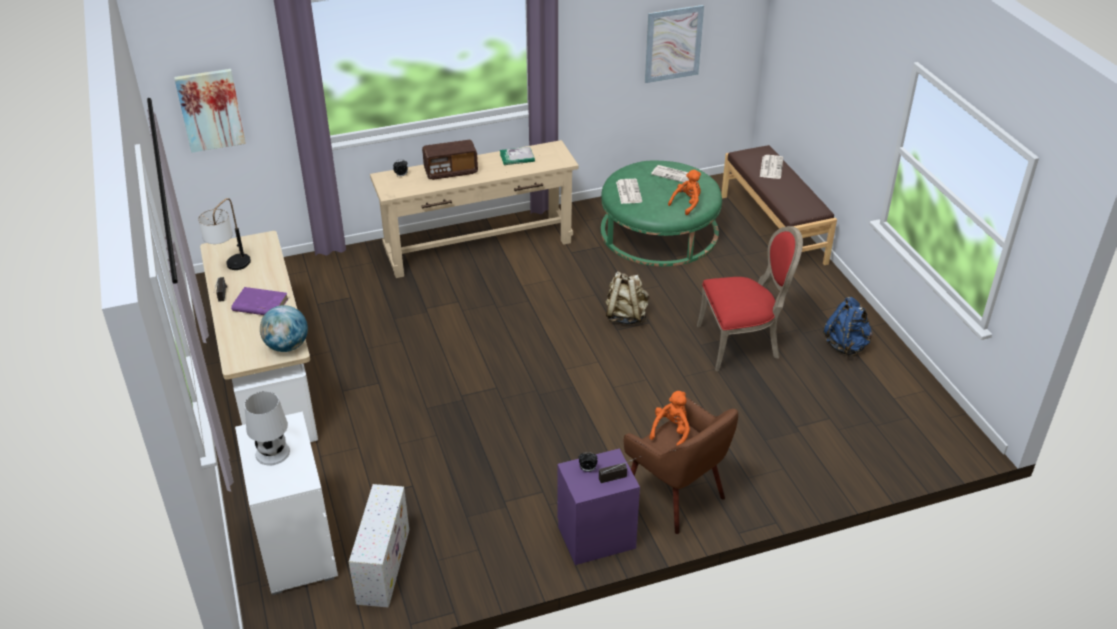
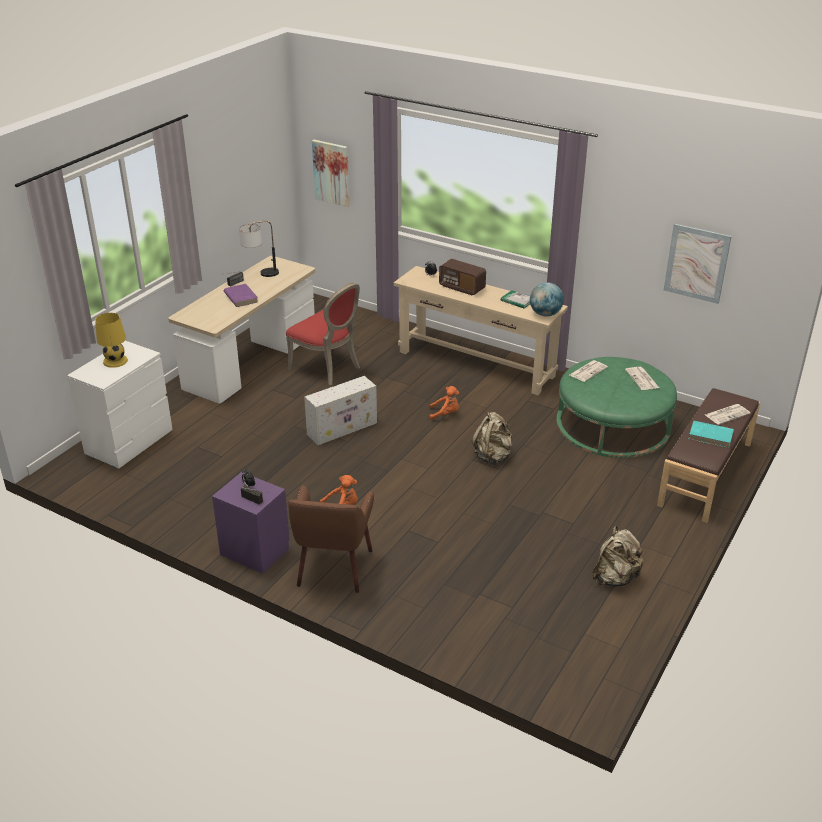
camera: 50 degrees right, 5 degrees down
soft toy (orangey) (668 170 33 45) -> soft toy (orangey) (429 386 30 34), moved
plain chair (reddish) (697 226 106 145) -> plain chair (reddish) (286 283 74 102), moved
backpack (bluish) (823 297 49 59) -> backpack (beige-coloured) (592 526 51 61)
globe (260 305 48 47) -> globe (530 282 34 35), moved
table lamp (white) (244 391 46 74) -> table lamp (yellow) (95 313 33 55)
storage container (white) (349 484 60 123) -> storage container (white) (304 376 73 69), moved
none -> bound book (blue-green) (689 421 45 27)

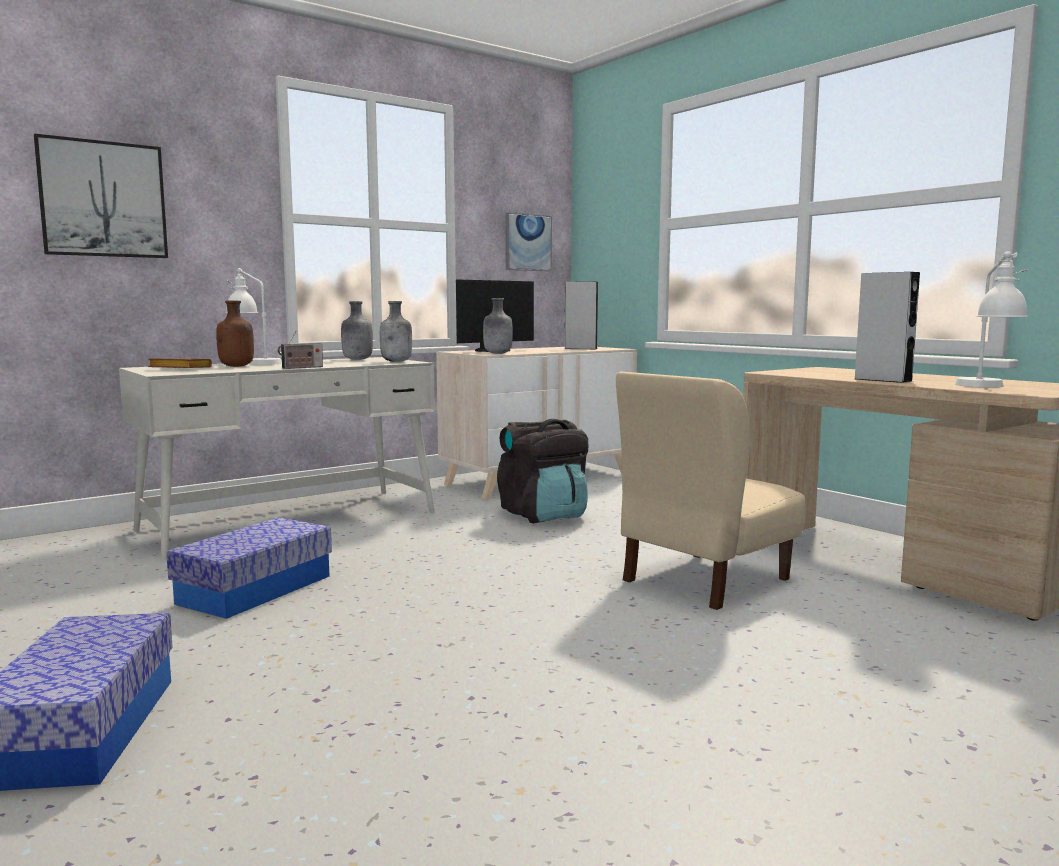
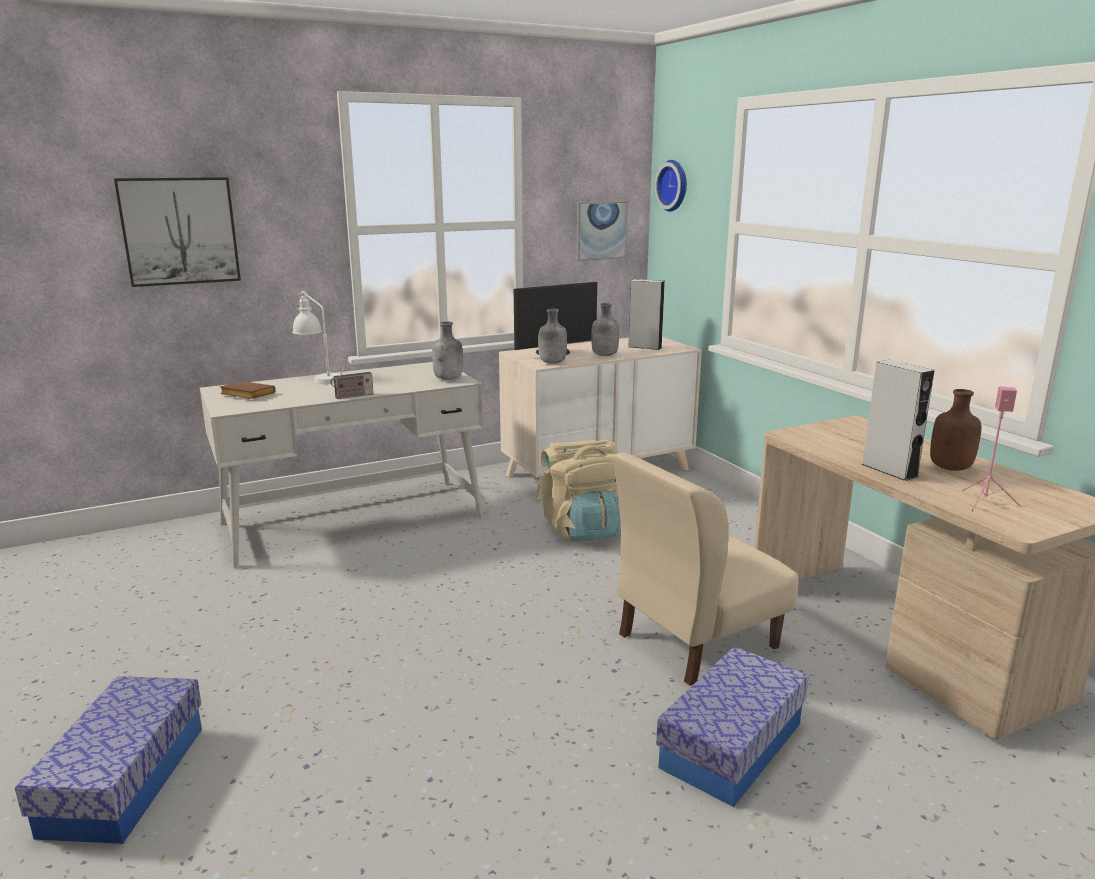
camera: 10 degrees right, 10 degrees up
table lamp (white) (955 251 73 137) -> audio speaker (pink) (962 386 59 126)
drink bottle (brownish) (216 301 38 66) -> drink bottle (brownish) (930 389 51 82), moved
drink bottle (gray) (341 301 32 59) -> drink bottle (gray) (591 303 28 53), moved
backpack (black) (497 419 91 104) -> backpack (beige-coloured) (541 440 80 102)
storage container (166 517 166 102) -> storage container (656 646 153 161), moved
none -> hanging clock (654 160 33 52)

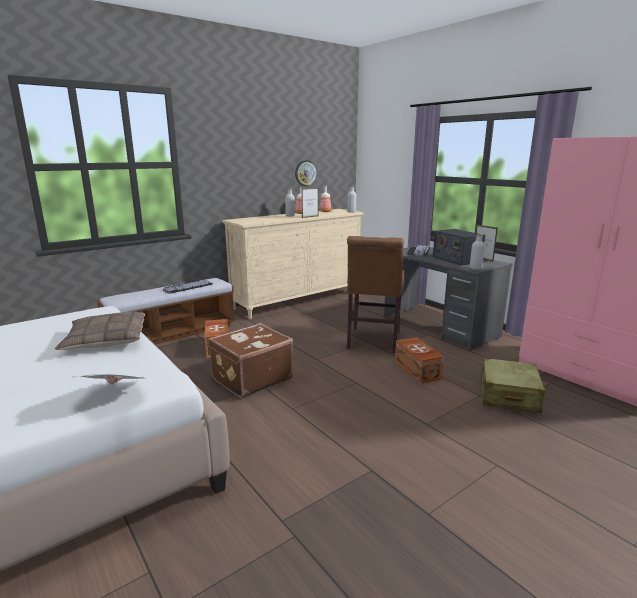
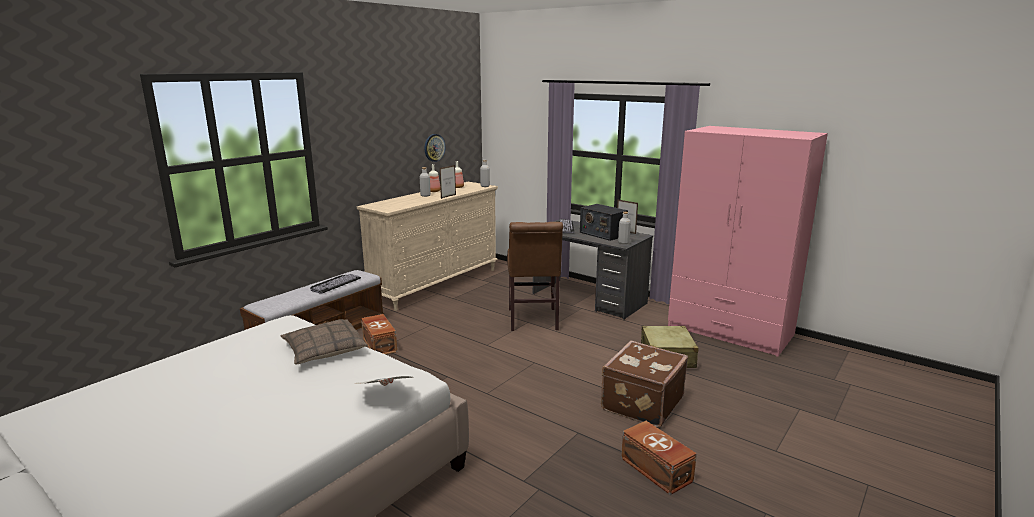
camera: 15 degrees left, 0 degrees up
piece of luggage (brownish) (208 323 85 75) -> piece of luggage (brownish) (601 341 87 87), moved
storage container (brownish) (395 337 49 47) -> storage container (brownish) (621 421 76 74), moved

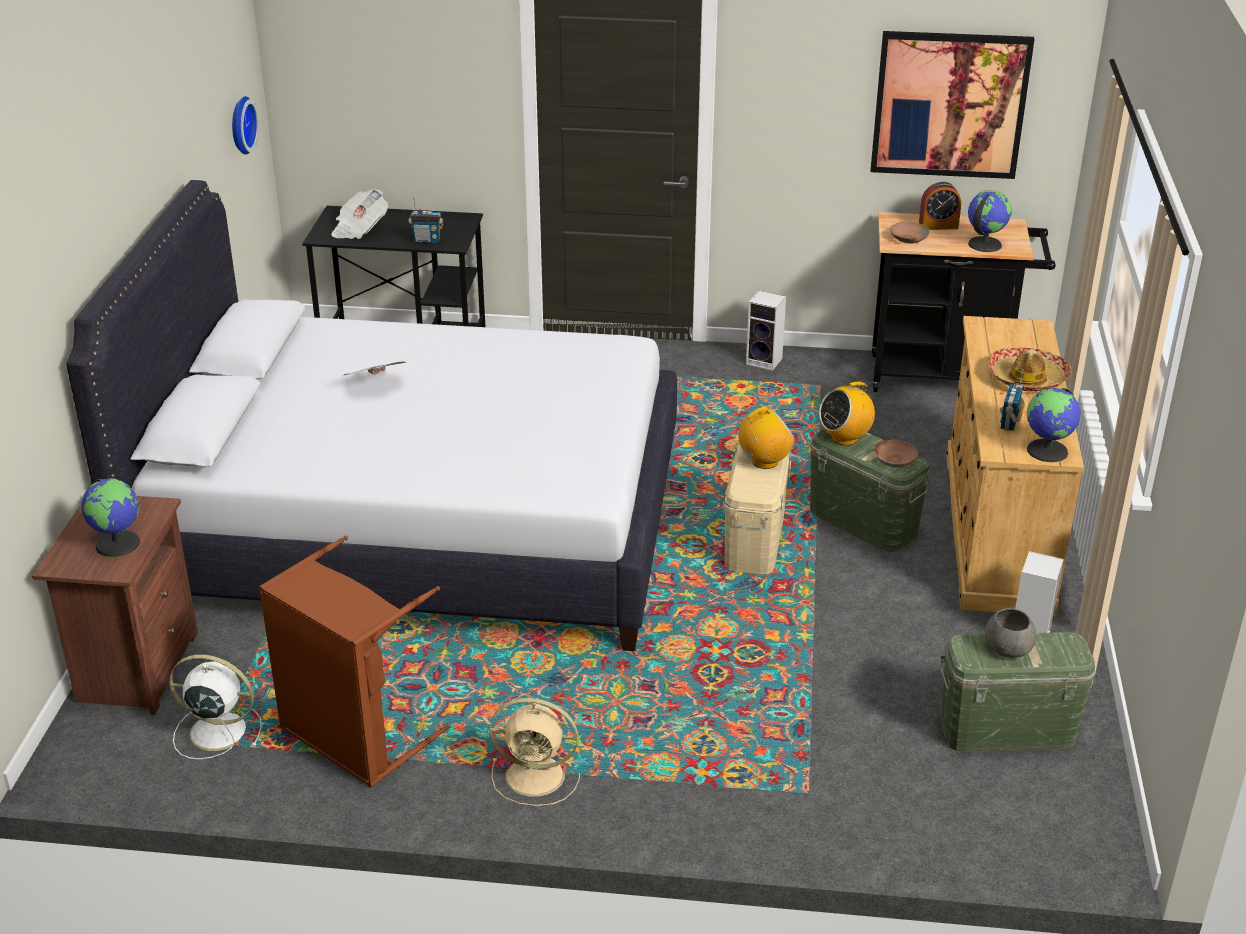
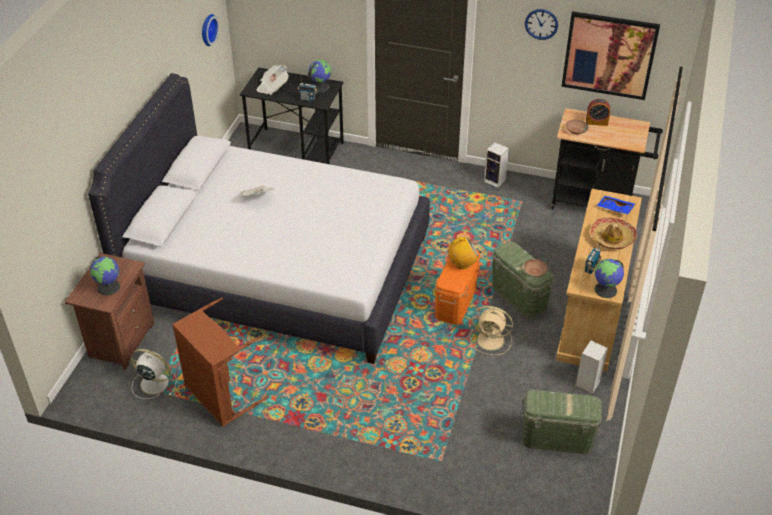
camera: 10 degrees right, 10 degrees up
globe (968 190 44 62) -> globe (308 60 23 32), moved
radio set (819 381 56 65) -> none
storage container (beige-coloured) (723 443 68 131) -> storage container (orangey) (435 250 46 75)
deep dish (gray) (985 608 52 50) -> none
electric fan (beige-coloured) (489 698 91 108) -> electric fan (beige-coloured) (470 306 43 49), moved
none -> hanging clock (525 9 33 31)
none -> serving tray (bluish) (597 196 38 18)

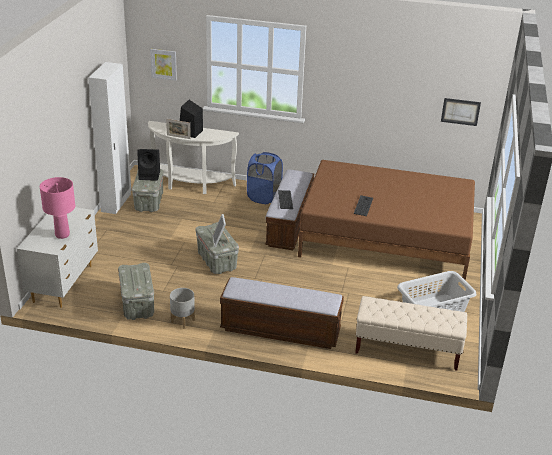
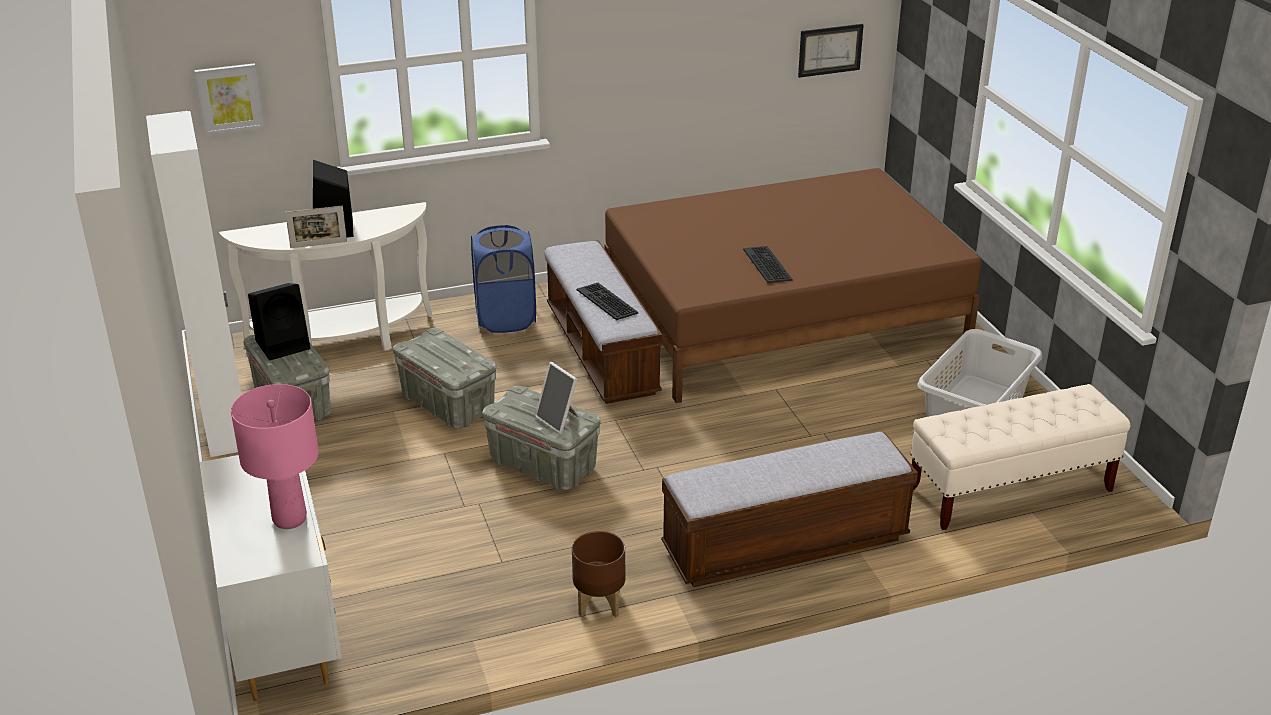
camera: 30 degrees left, 0 degrees up
storage container (gray) (118 263 36 57) -> storage container (gray) (393 328 103 101), moved
planter (gray) (170 288 25 41) -> planter (brownish) (572 531 53 86)

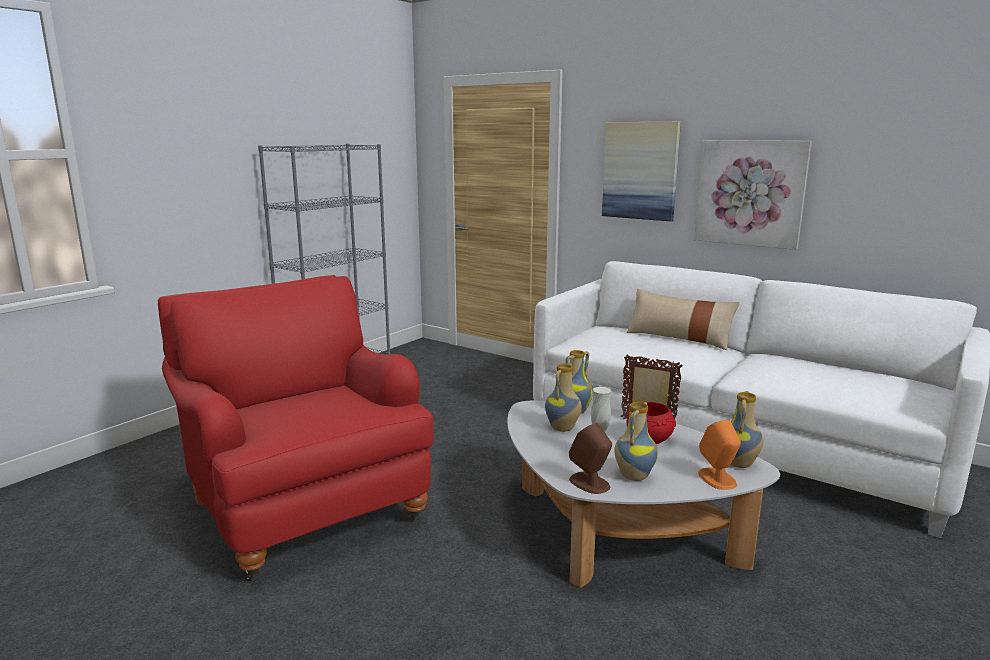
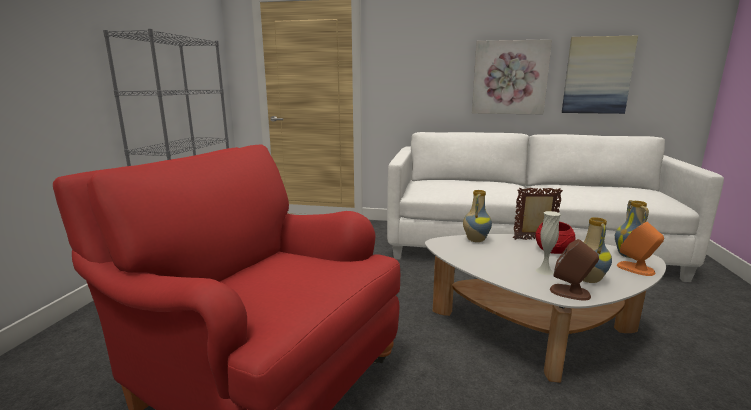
camera: 25 degrees left, 0 degrees up
picture (602 122 79 99) -> picture (562 36 76 78), moved
cushion (beige-coloured) (626 289 114 61) -> none
decorative vase (545 363 37 69) -> none

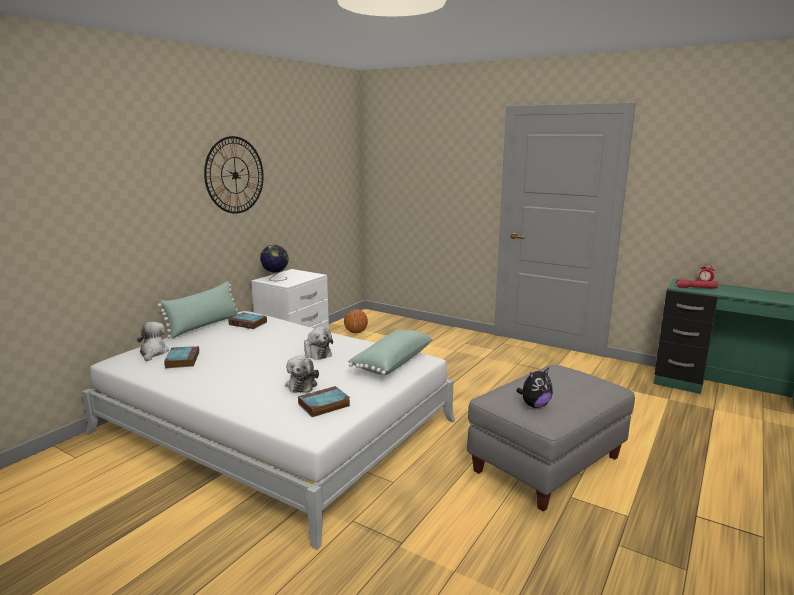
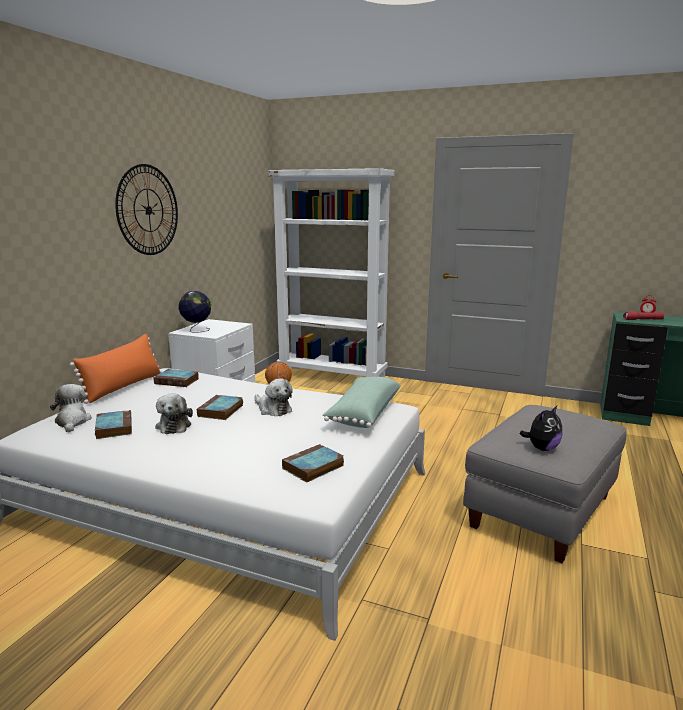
camera: 10 degrees left, 0 degrees up
cushion (greenish) (157 281 83 57) -> cushion (orangey) (70 334 92 70)
soft toy (285 356 34 37) -> soft toy (155 394 38 40), moved
none -> bookcase (white) (268 168 127 209)
none -> bound book (197 395 46 25)

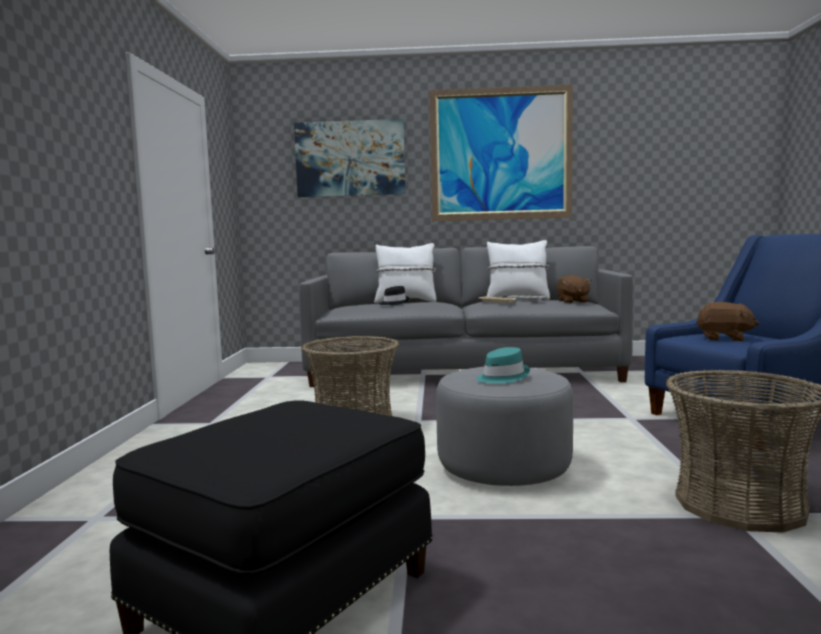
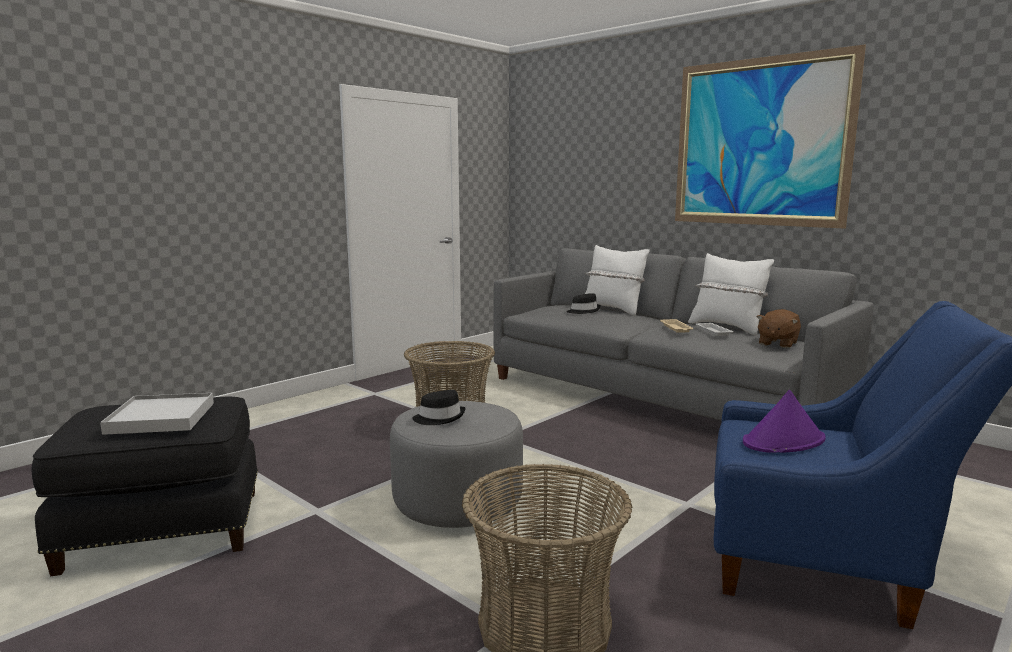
camera: 40 degrees right, 5 degrees up
picture (294 119 112 78) -> none
soft toy (brownish) (696 302 63 40) -> wearable hat (purplish) (743 390 83 63)
wearable hat (blue-green) (476 347 54 36) -> wearable hat (black) (412 390 54 35)
none -> serving tray (white) (100 393 114 42)

